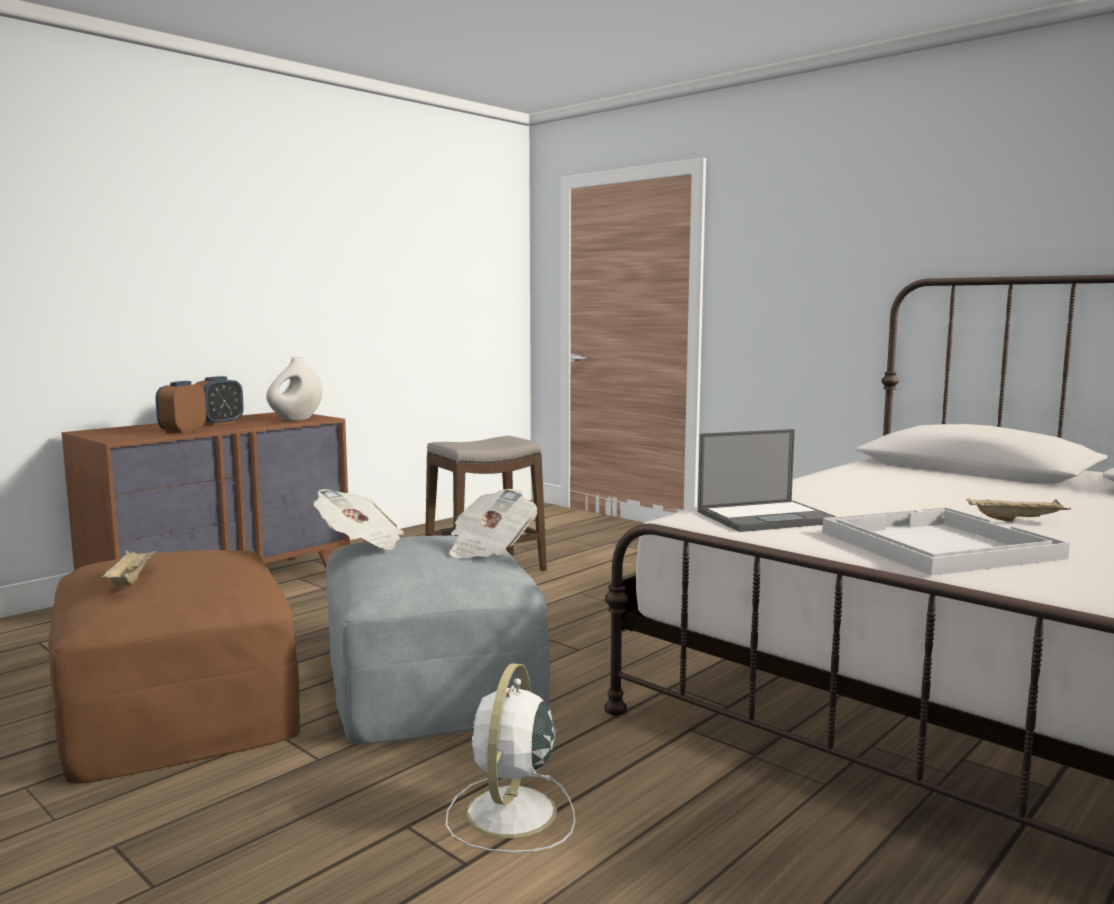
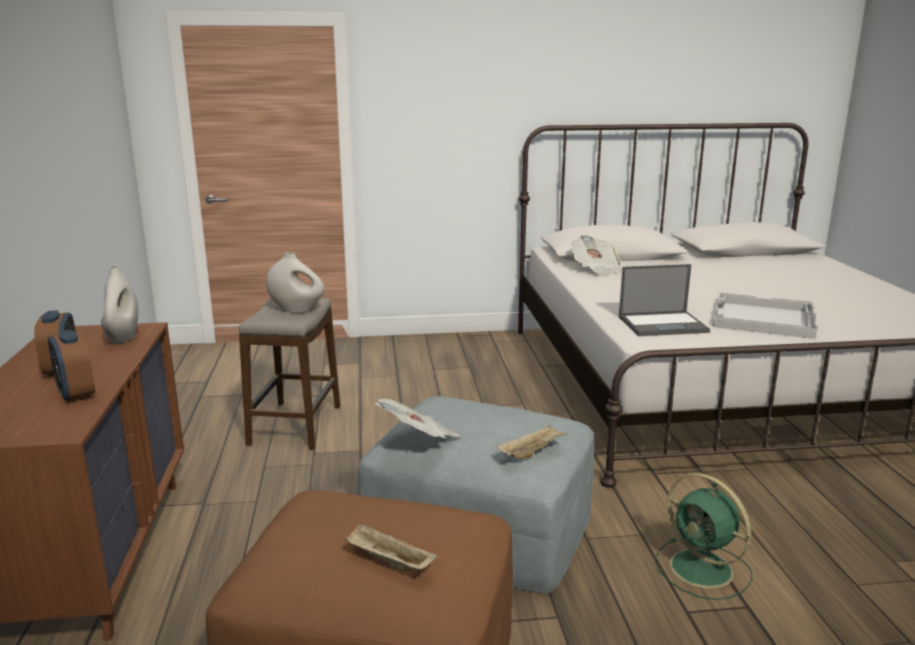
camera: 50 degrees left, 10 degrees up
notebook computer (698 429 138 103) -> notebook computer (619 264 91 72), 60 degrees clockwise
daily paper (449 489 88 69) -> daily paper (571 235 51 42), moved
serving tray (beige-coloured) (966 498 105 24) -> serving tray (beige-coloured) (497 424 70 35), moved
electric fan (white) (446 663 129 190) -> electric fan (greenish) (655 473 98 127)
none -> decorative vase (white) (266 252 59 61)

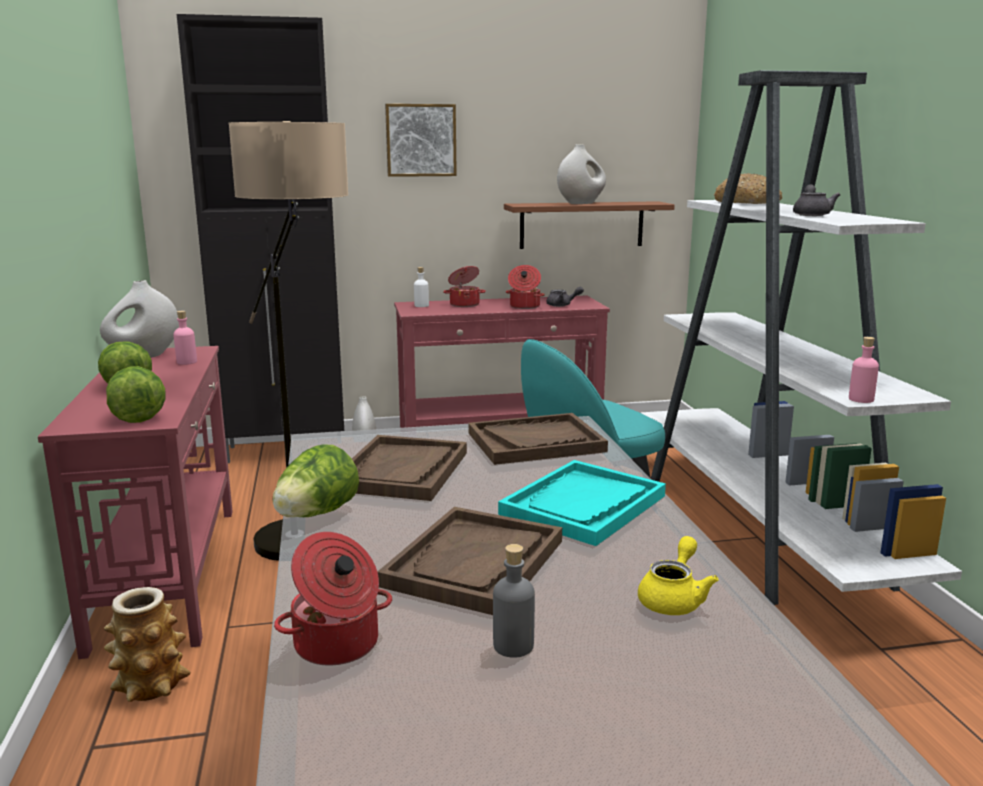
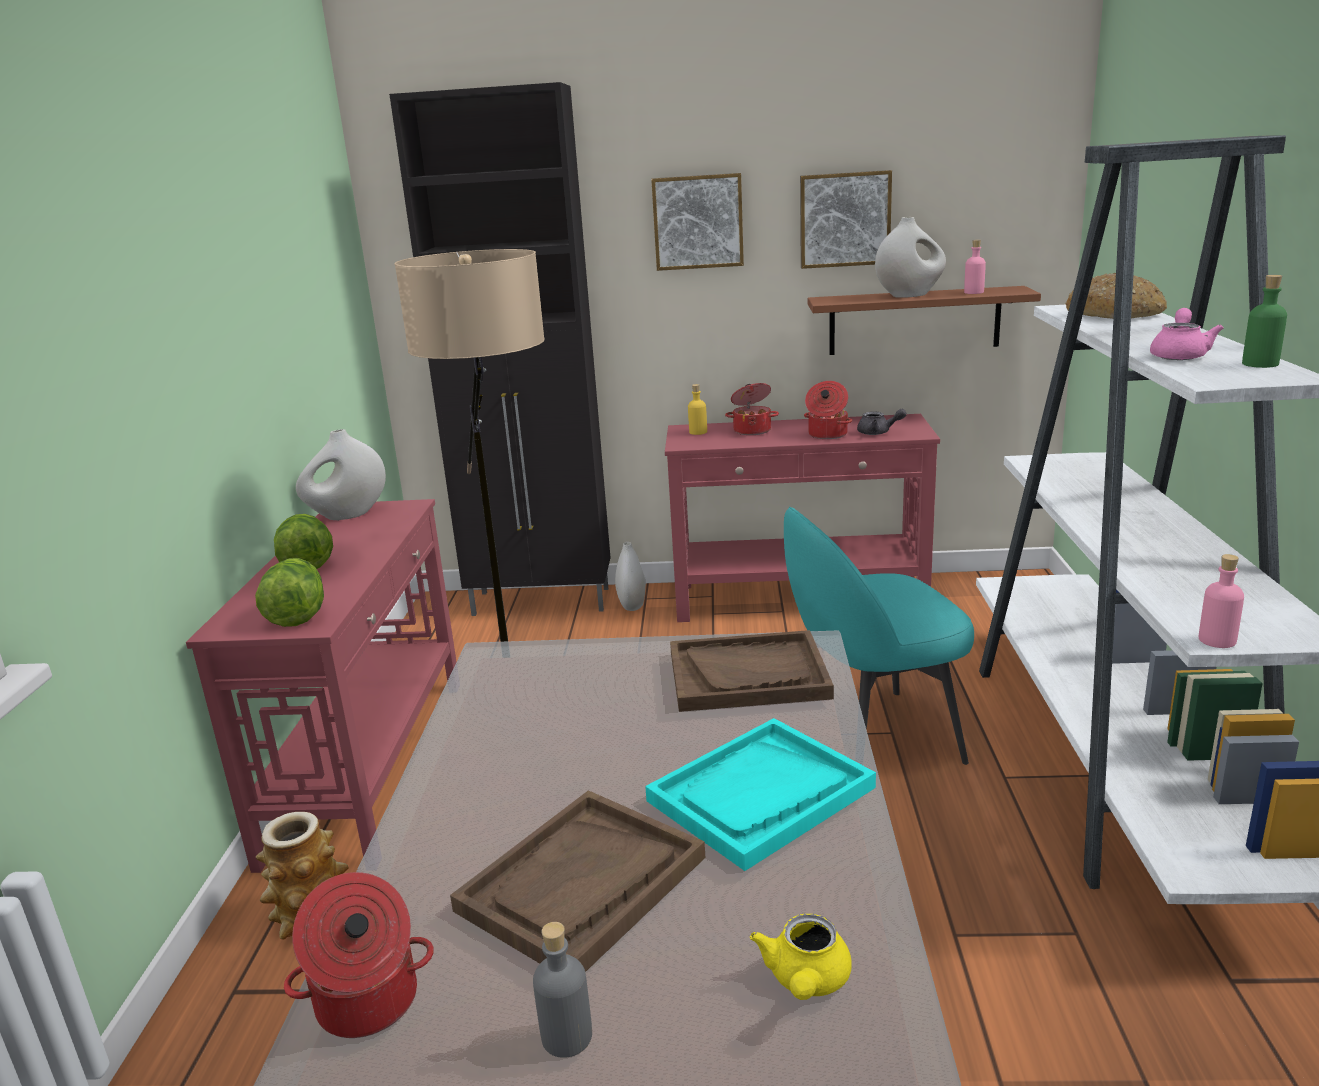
camera: 15 degrees right, 5 degrees up
pot for tea (gray) (793 184 47 32) -> pot for tea (pink) (1150 308 74 52)
drink bottle (white) (414 267 15 40) -> drink bottle (yellow) (688 384 19 51)
drink bottle (pink) (173 311 24 54) -> drink bottle (pink) (964 239 22 55), moved
serving tray (brownish) (352 435 115 66) -> none
lettuce (272 444 87 73) -> none
pot for tea (yellow) (638 536 81 79) -> pot for tea (yellow) (750 914 102 86), 150 degrees clockwise
none -> picture (800 170 92 99)
none -> drink bottle (greenish) (1242 275 45 93)

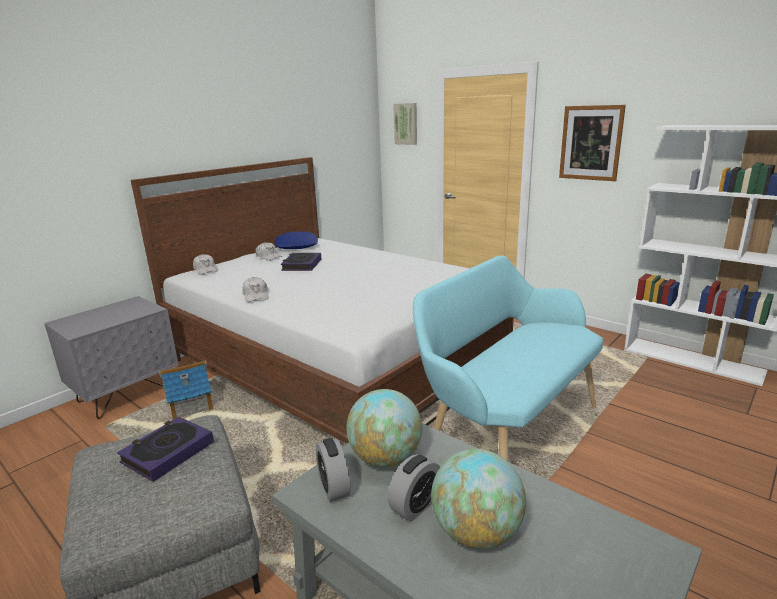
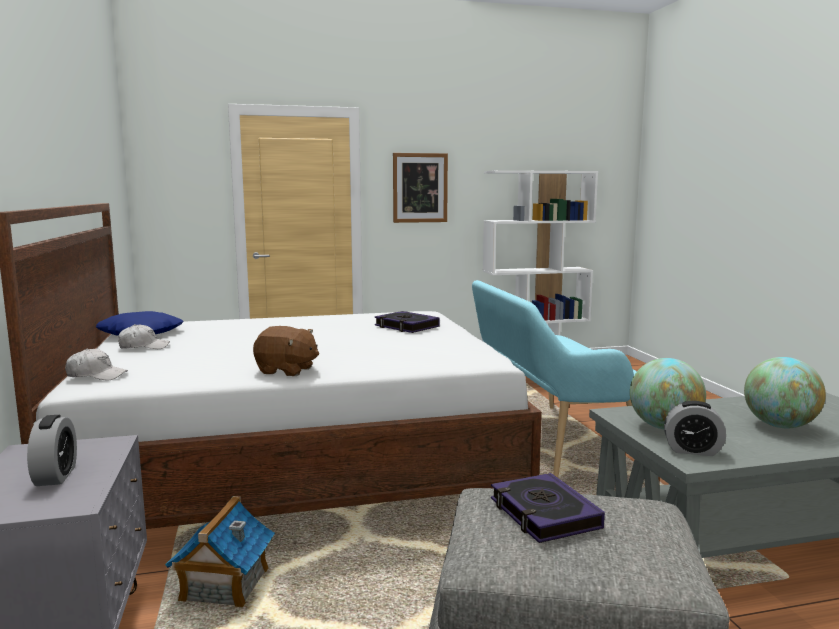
camera: 55 degrees left, 10 degrees down
picture (393 103 24 42) -> none
bound book (281 253 40 18) -> bound book (375 311 65 22), moved
cap (white) (242 277 27 25) -> soft toy (brownish) (253 326 66 50)
bedside clock (388 454 52 67) -> bedside clock (27 415 50 71), moved

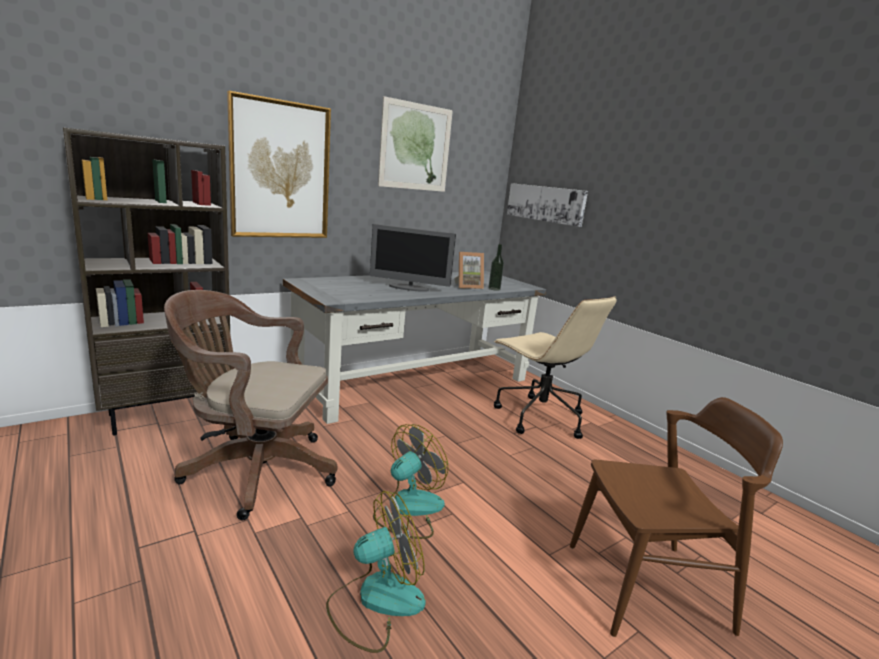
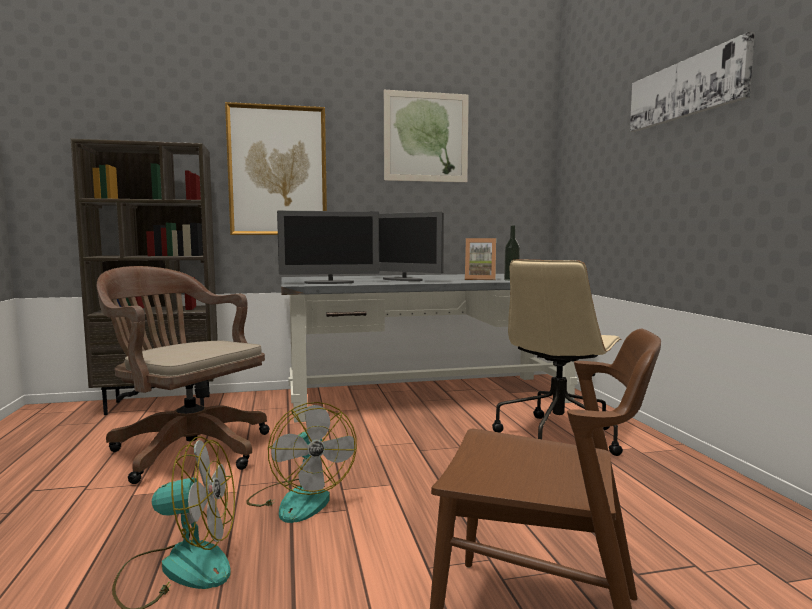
camera: 25 degrees right, 10 degrees down
picture (507 183 81 44) -> picture (630 32 125 100), moved
office chair (beige-coloured) (494 296 123 143) -> office chair (beige-coloured) (492 259 131 197), 45 degrees clockwise
electric fan (373 424 76 115) -> electric fan (246 402 111 121), 90 degrees clockwise
none -> computer display (277 211 102 73)

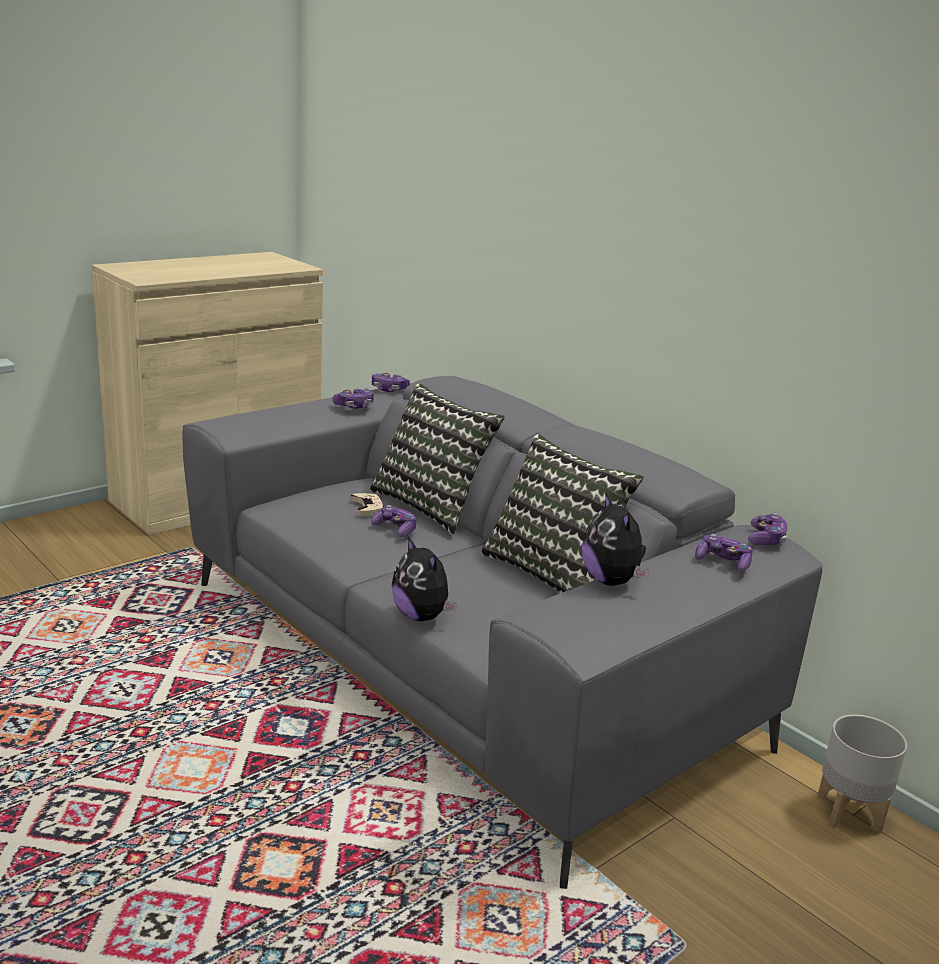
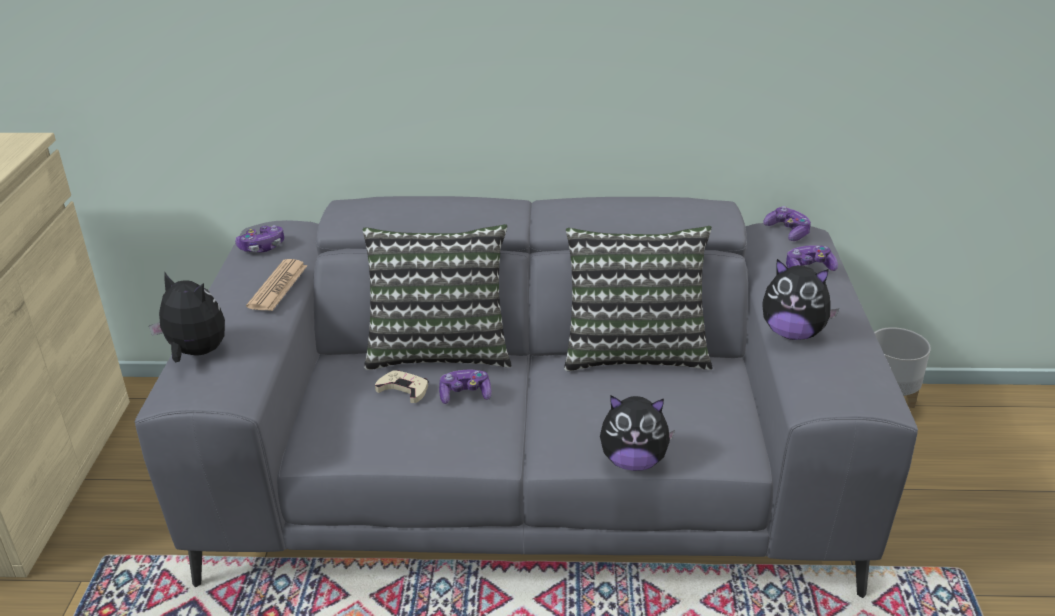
camera: 45 degrees left, 10 degrees up
gamepad (333 388 41 21) -> daily paper (246 259 61 52)
none -> soft toy (149 271 76 92)

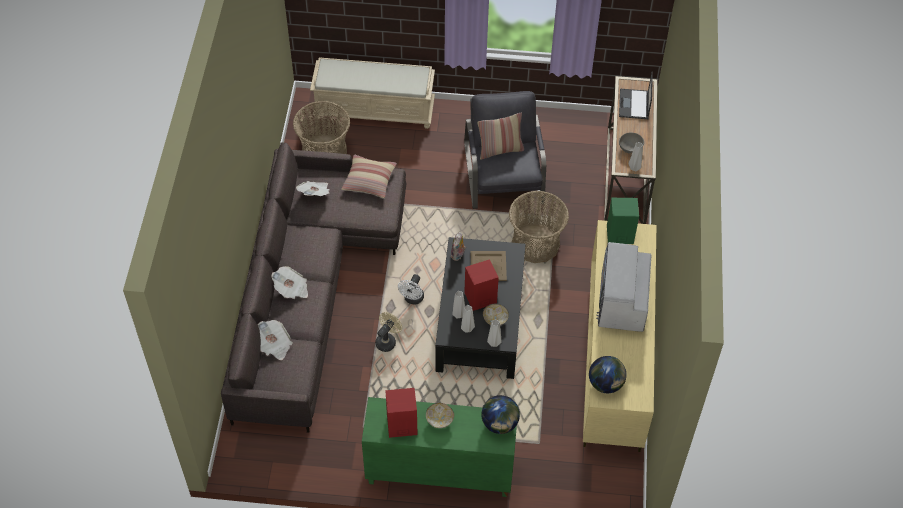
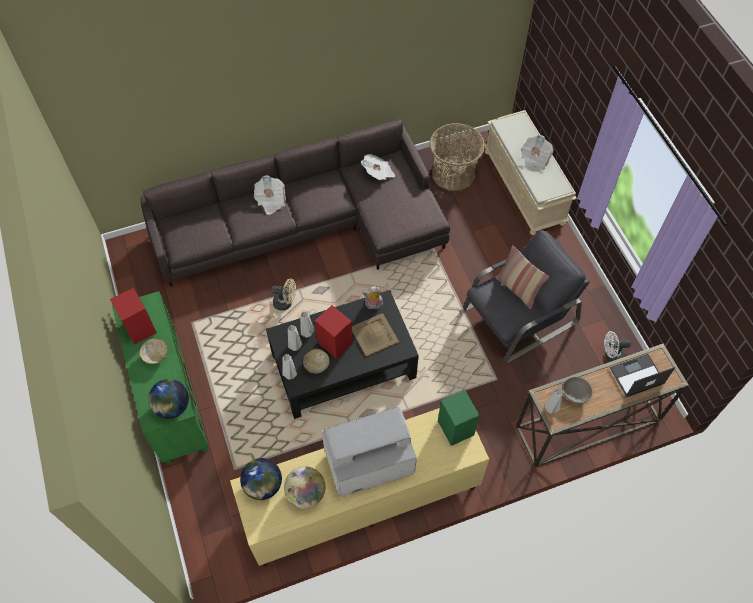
camera: 65 degrees right, 5 degrees up
cushion (341 155 56 44) -> none
household basket (509 191 60 72) -> none
electric fan (white) (398 274 26 30) -> electric fan (white) (604 331 27 31), moved
daily paper (258 320 35 40) -> daily paper (521 135 32 36), moved
none -> globe (284 466 41 43)

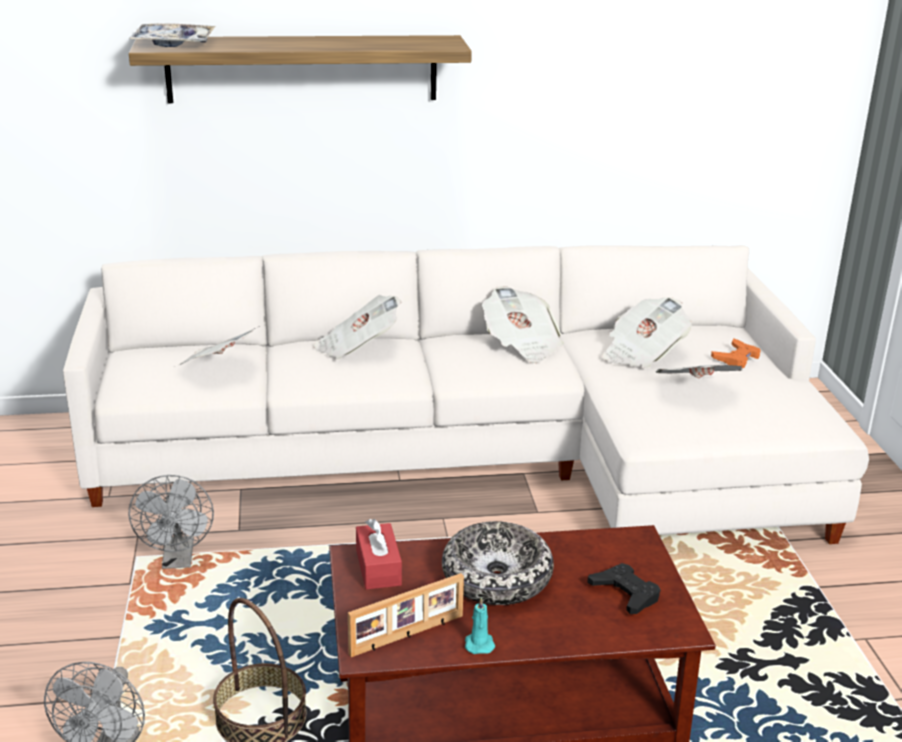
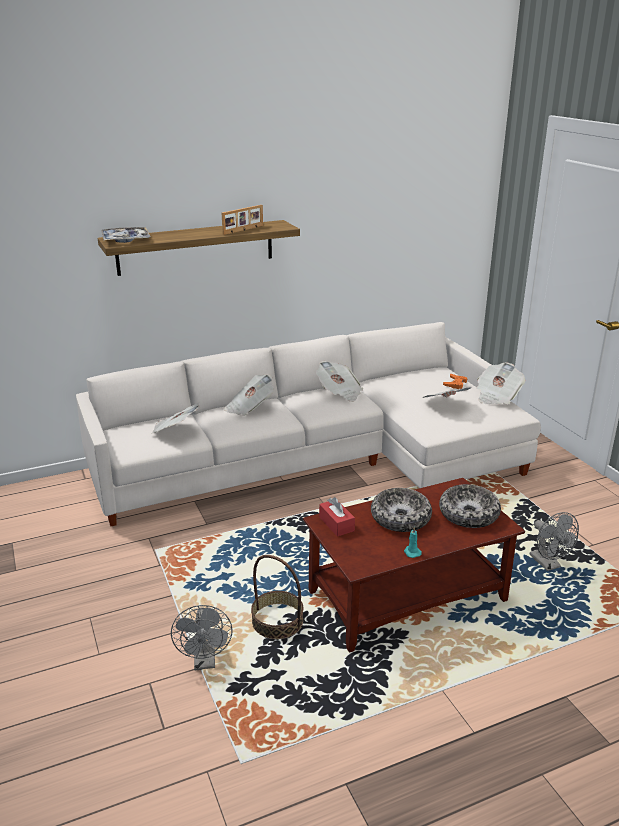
camera: 15 degrees left, 0 degrees up
daily paper (602 297 90 71) -> daily paper (477 362 48 42), moved
electric fan (gray) (128 475 86 94) -> electric fan (gray) (529 512 50 59), moved
gamepad (black) (587 563 74 51) -> deep dish (439 484 62 44)
picture frame (348 573 116 84) -> picture frame (222 205 41 30), moved

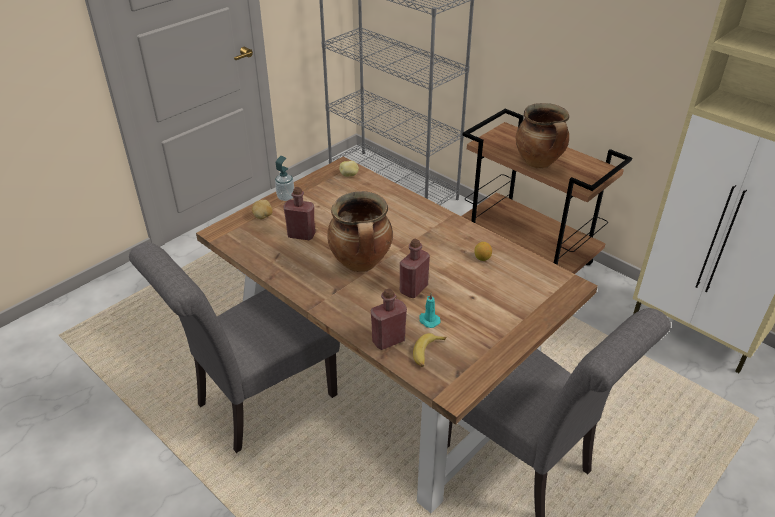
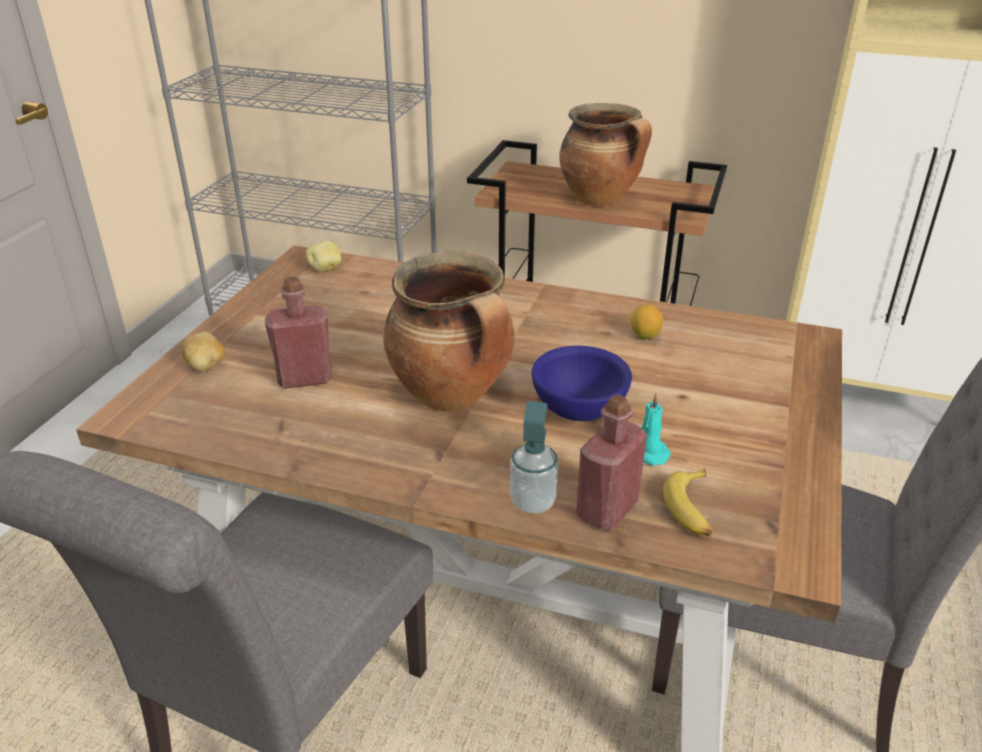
camera: 25 degrees left, 5 degrees down
soap bottle (275 156 19 45) -> soap bottle (510 401 49 113), moved
drink bottle (reddish) (400 239 30 59) -> deep dish (bluish) (531 346 101 75)

